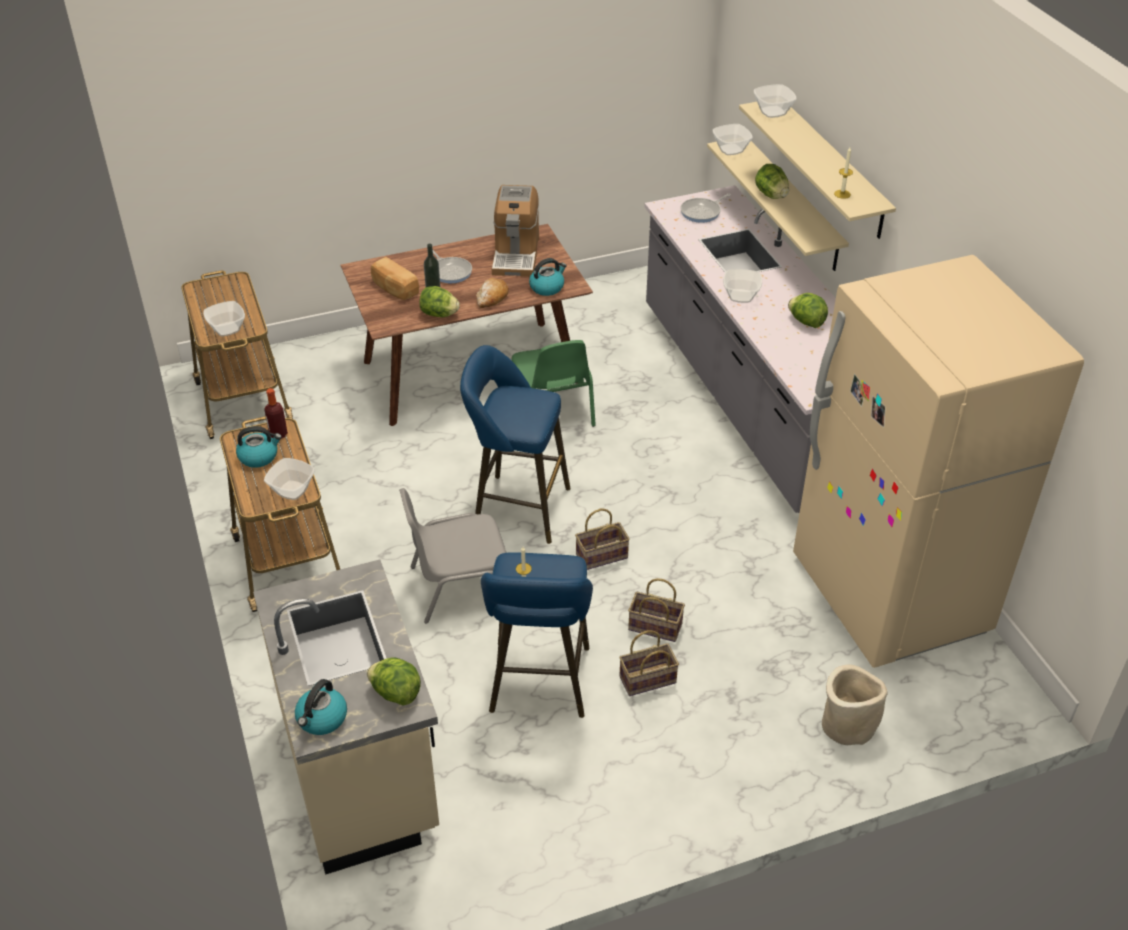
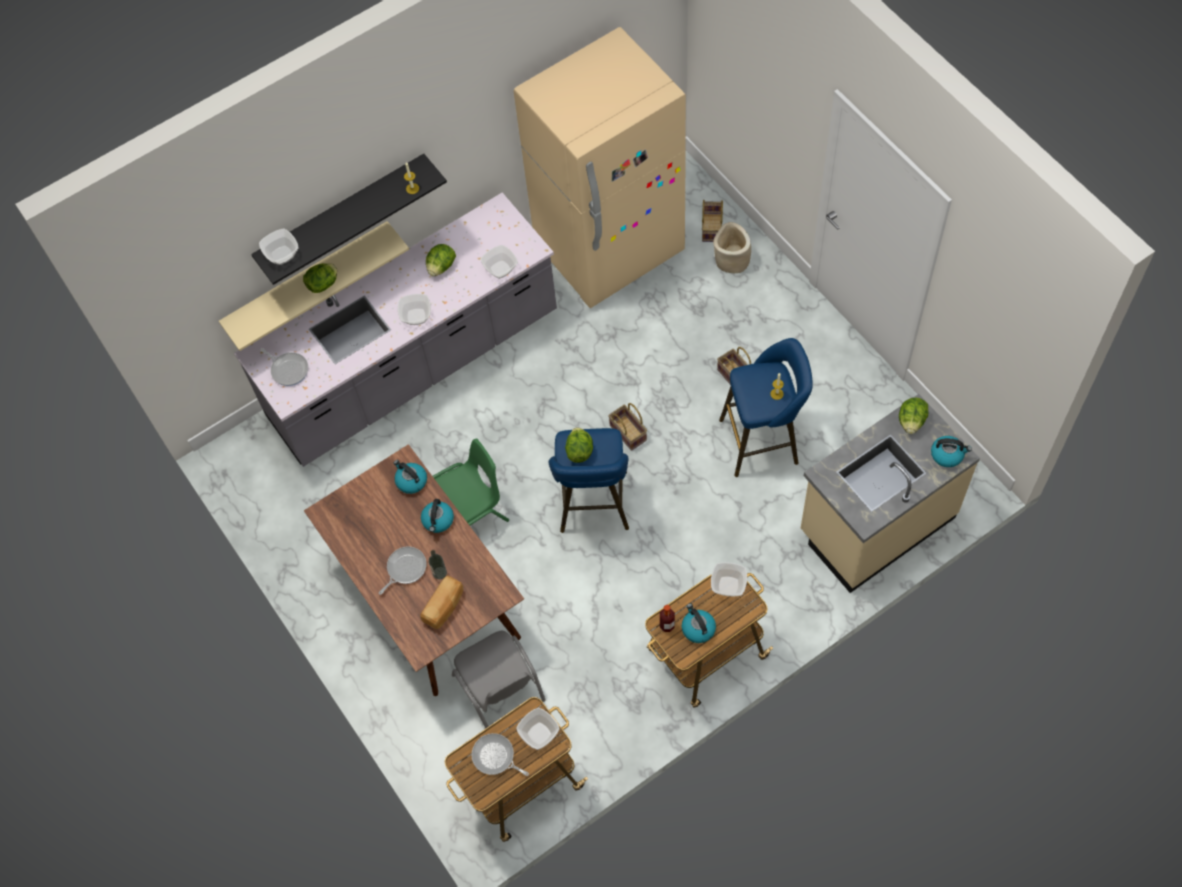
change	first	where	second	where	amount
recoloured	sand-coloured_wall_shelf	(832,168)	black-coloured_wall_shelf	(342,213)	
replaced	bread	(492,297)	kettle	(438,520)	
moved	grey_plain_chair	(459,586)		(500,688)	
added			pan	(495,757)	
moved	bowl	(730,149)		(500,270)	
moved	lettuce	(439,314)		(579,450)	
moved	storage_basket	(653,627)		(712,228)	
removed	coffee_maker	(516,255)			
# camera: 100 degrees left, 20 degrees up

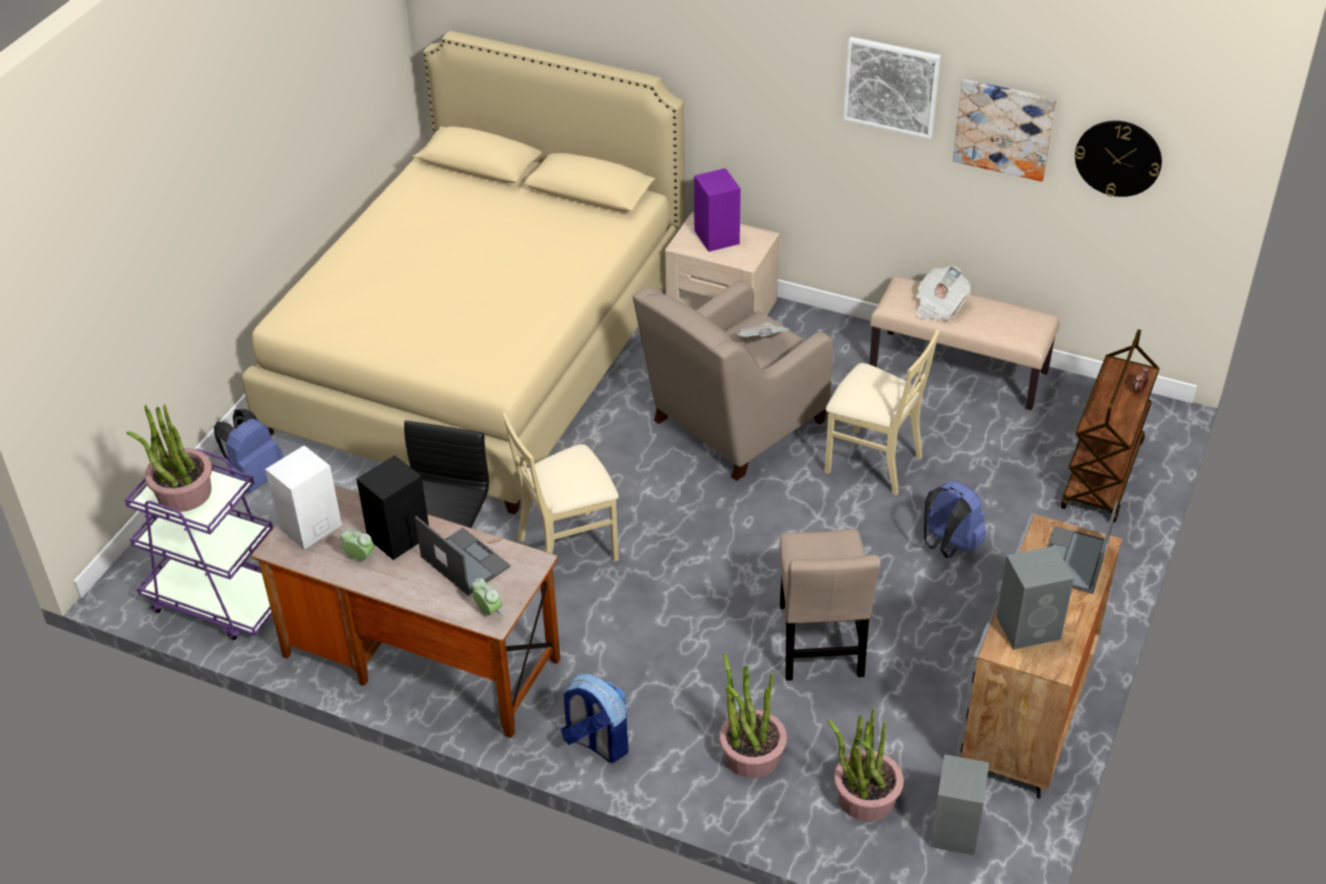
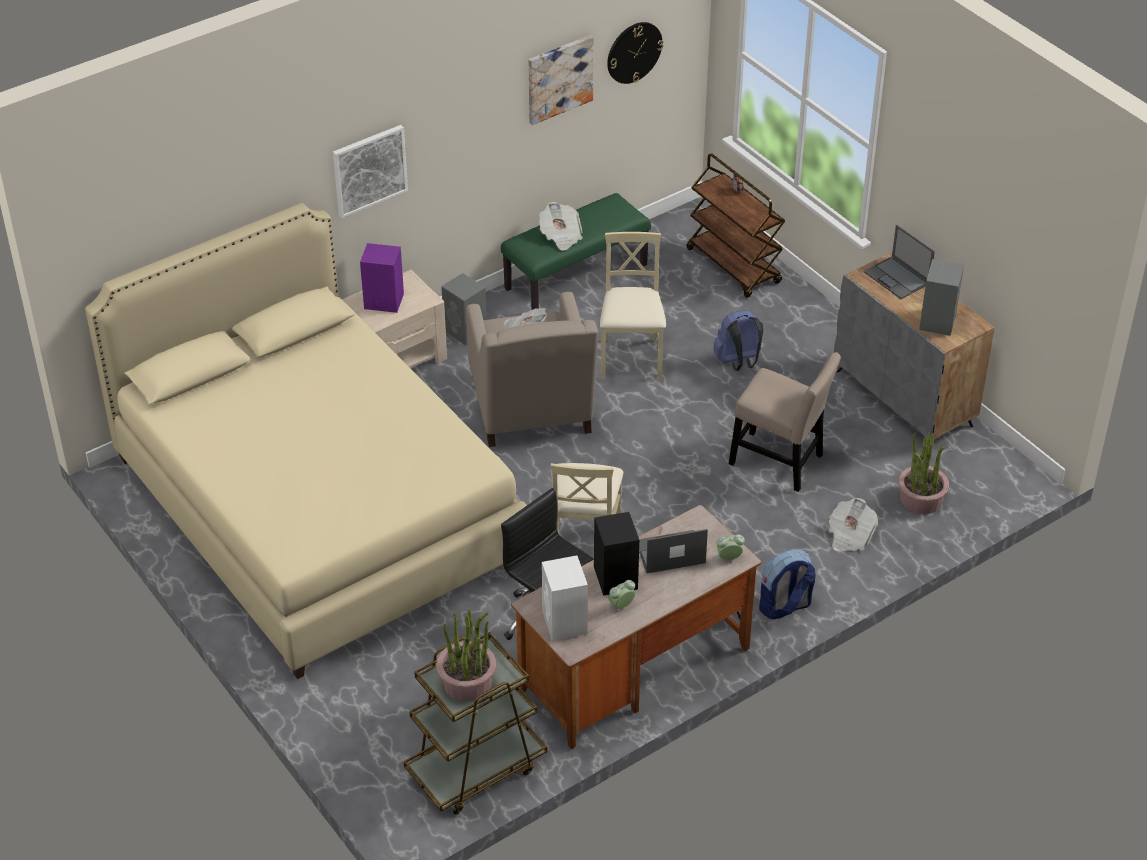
change	first	where	second	where	amount
moved	wall_picture	(891,86)		(369,170)	
recoloured	purplish_trolley	(219,599)	brown-coloured_trolley	(475,768)	
moved	grey_speaker	(954,832)		(466,332)	
recoloured	sand-coloured_bench	(959,369)	green_bench	(576,276)	
turned	sand-coloured_plain_chair	(872,462)		(631,359)	60 degrees counterclockwise
replaced	plant_in_a_pot	(751,755)	newspaper	(849,536)	
removed	bluish_rucksack	(254,478)			
# camera: 60 degrees left, 0 degrees up

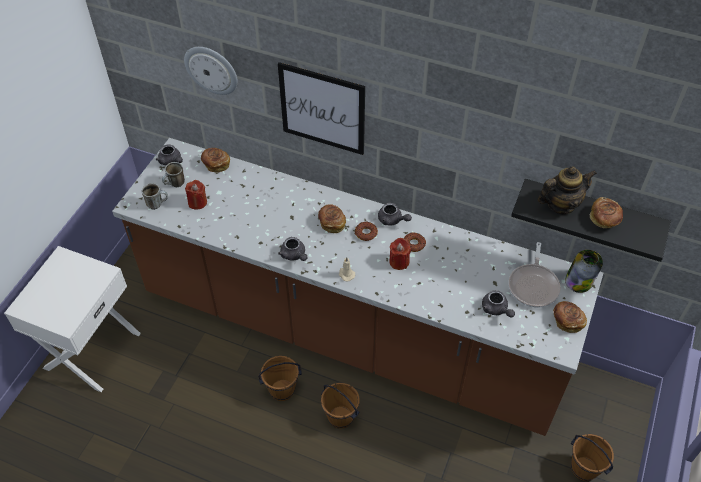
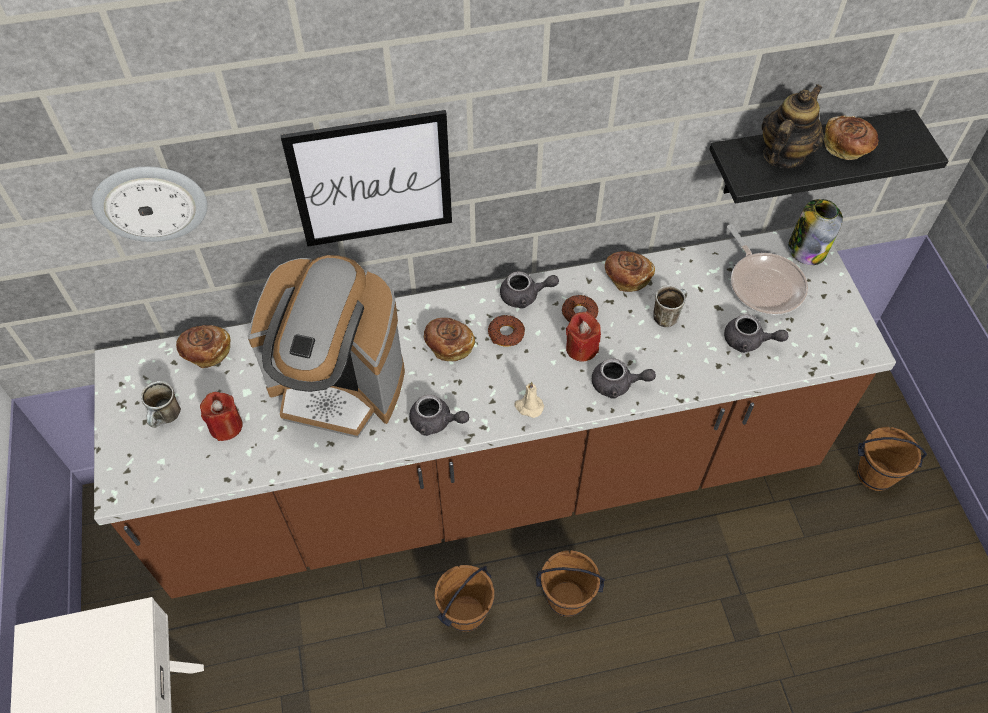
change	first	where	second	where	amount
added			coffee_maker	(338,386)	
moved	grey_pot_for_tea	(171,161)		(617,384)	
moved	bread	(567,321)		(626,277)	
moved	tea_mug	(157,204)		(667,315)	
# camera: 35 degrees left, 5 degrees up

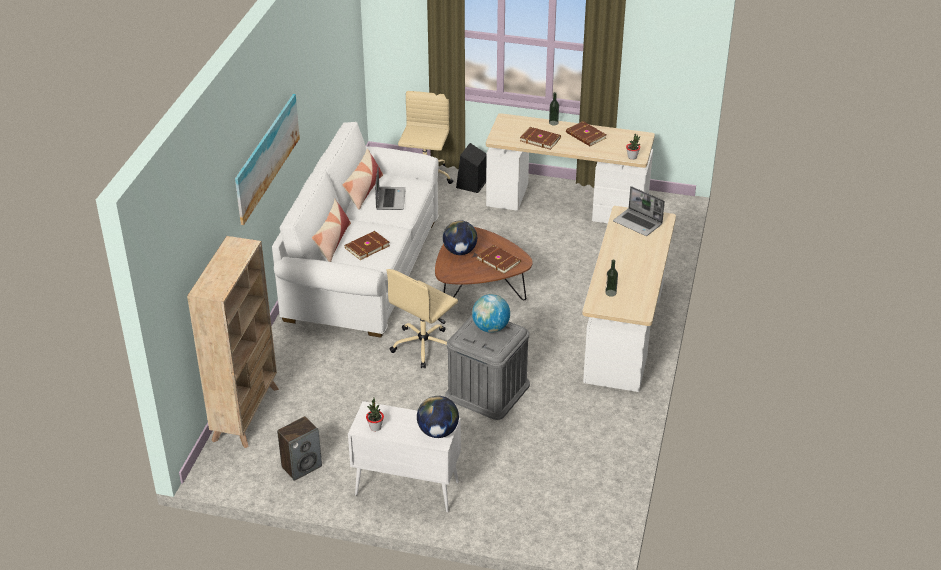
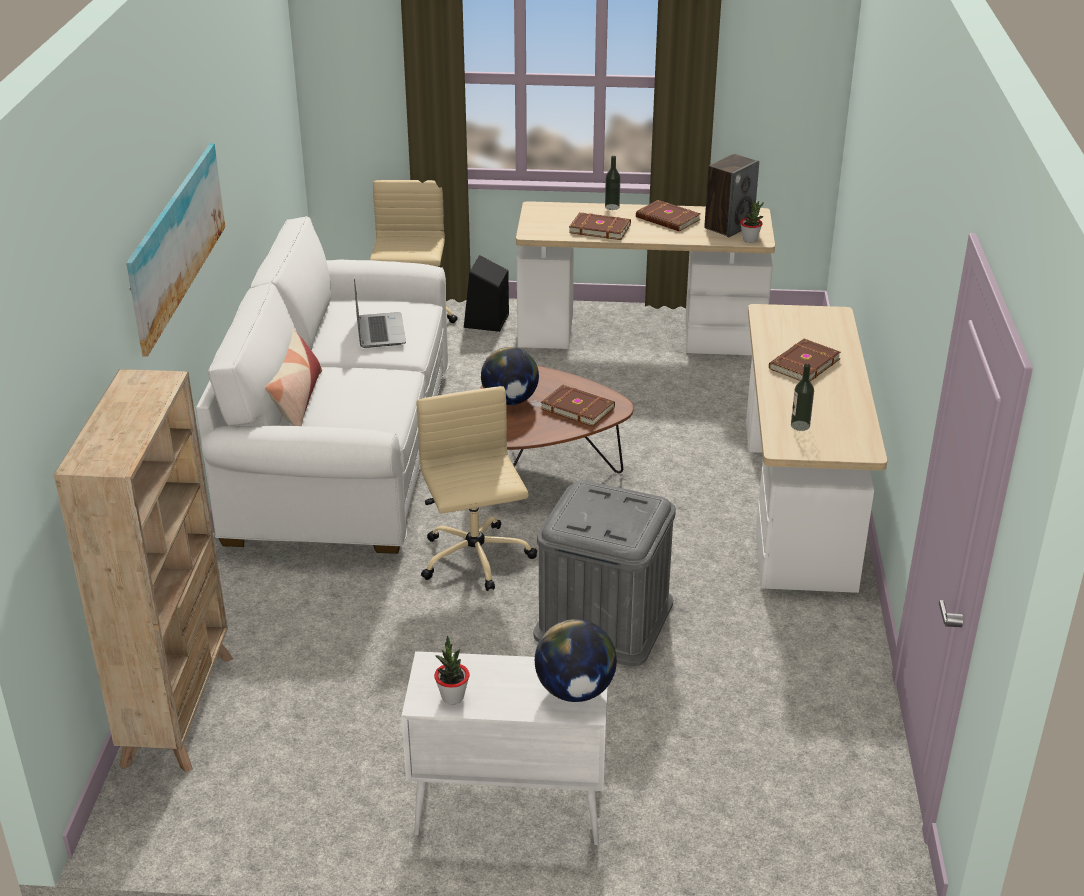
change	first	where	second	where	amount
turned	sand-coloured_office_chair	(424,346)		(475,559)	135 degrees clockwise
moved	speaker	(301,466)		(729,226)	
moved	brown-coloured_bound_book	(366,247)		(803,364)	
removed	pillow	(363,191)			
removed	desk_globe	(490,328)			
removed	notebook_computer	(638,223)			
# camera: 10 degrees left, 5 degrees down

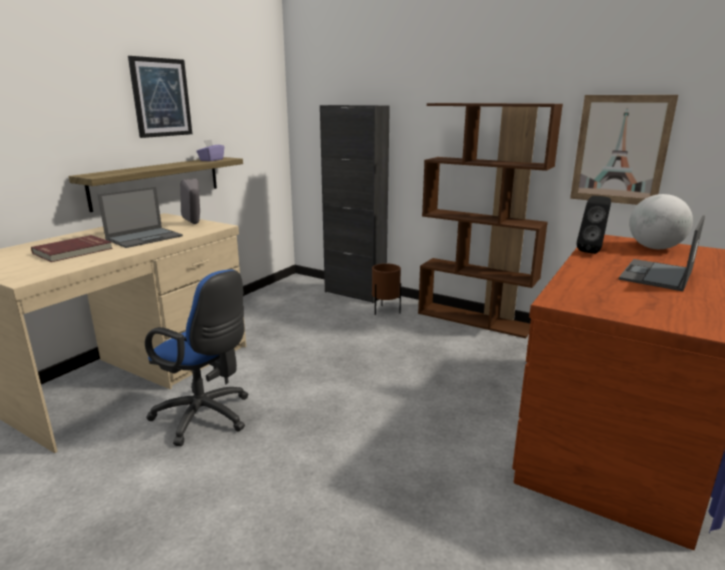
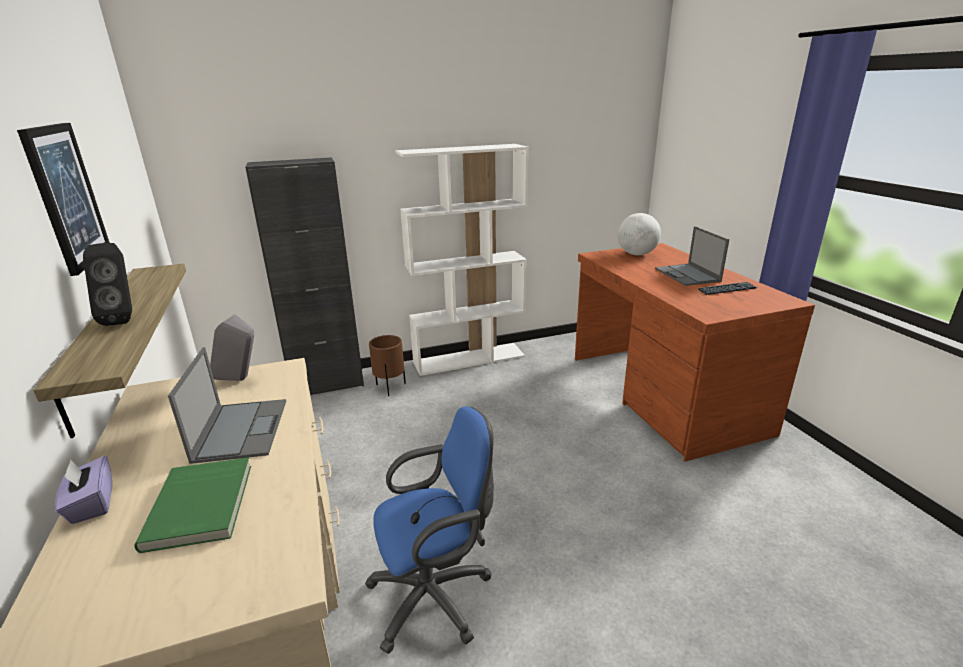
change	first	where	second	where	amount
moved	purplish_tissue_box	(211,160)		(91,504)	
moved	black-coloured_speaker	(591,251)		(124,319)	
recoloured	red_bound_book	(73,251)	green_bound_book	(202,505)	
recoloured	brown-coloured_shelving_unit	(475,319)	white-coloured_shelving_unit	(469,359)	
added			keyboard	(727,289)	
removed	wall_picture	(620,150)			
# camera: 50 degrees left, 5 degrees up

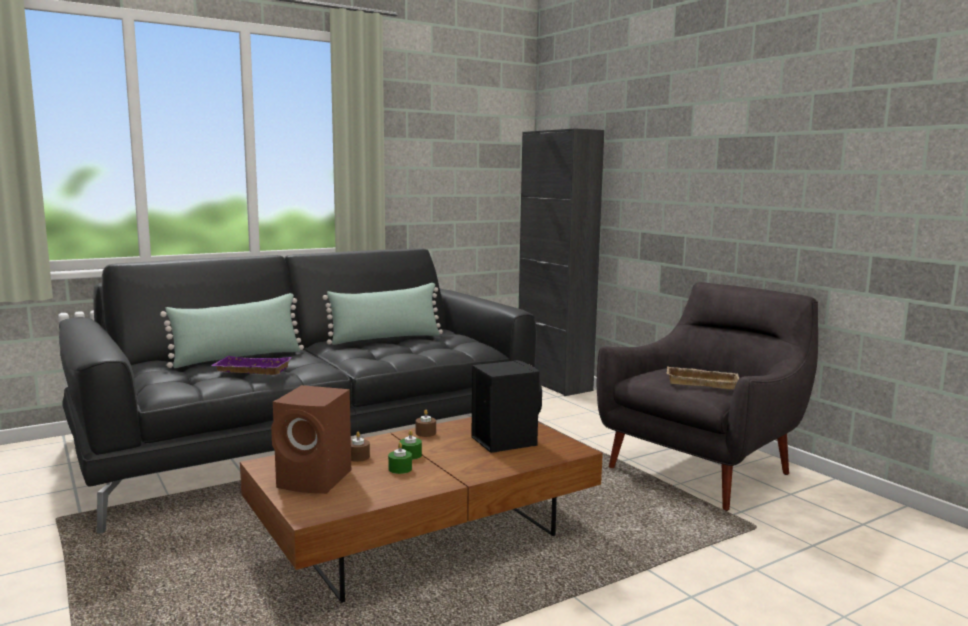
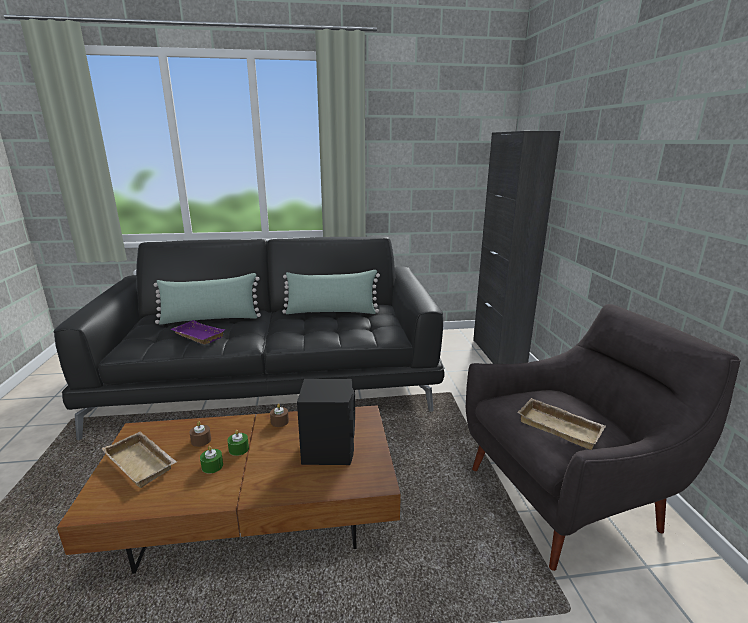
change	first	where	second	where	amount
replaced	brown-coloured_speaker	(316,480)	sand-coloured_carrying_tray	(143,462)	
# camera: 25 degrees right, 10 degrees up

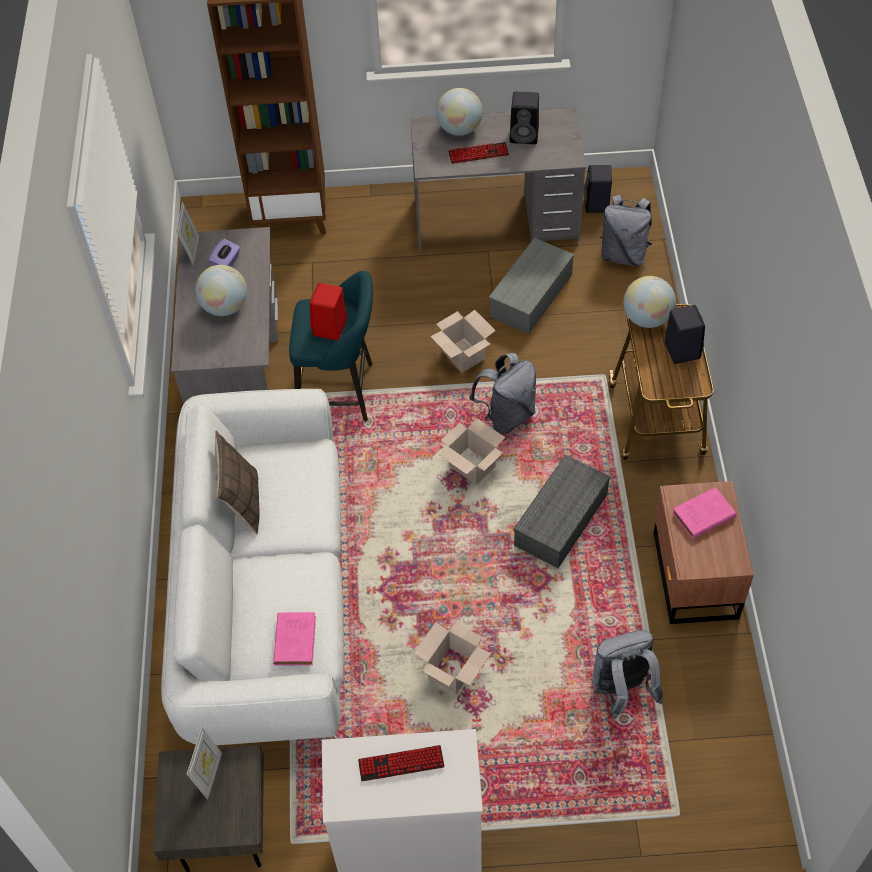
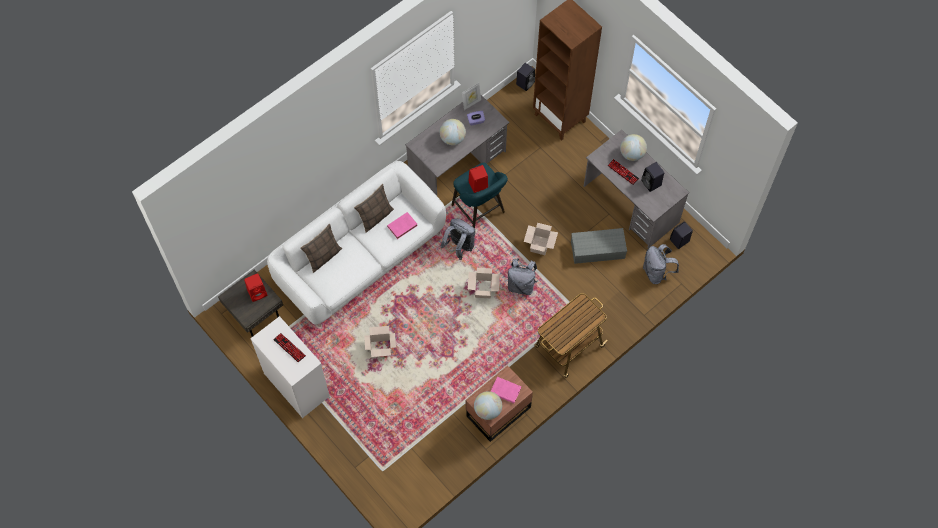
change	first	where	second	where	amount
replaced	picture_frame	(209,775)	red_speaker	(258,292)	
added			pillow	(323,256)	
moved	pink-coloured_bound_book	(295,639)		(403,226)	
moved	grey_rucksack	(622,691)		(459,247)	
moved	desk_globe	(647,318)		(488,410)	
moved	black-coloured_speaker	(681,349)		(525,82)	
removed	grey_storage_box	(561,522)			
# camera: 50 degrees right, 10 degrees up

